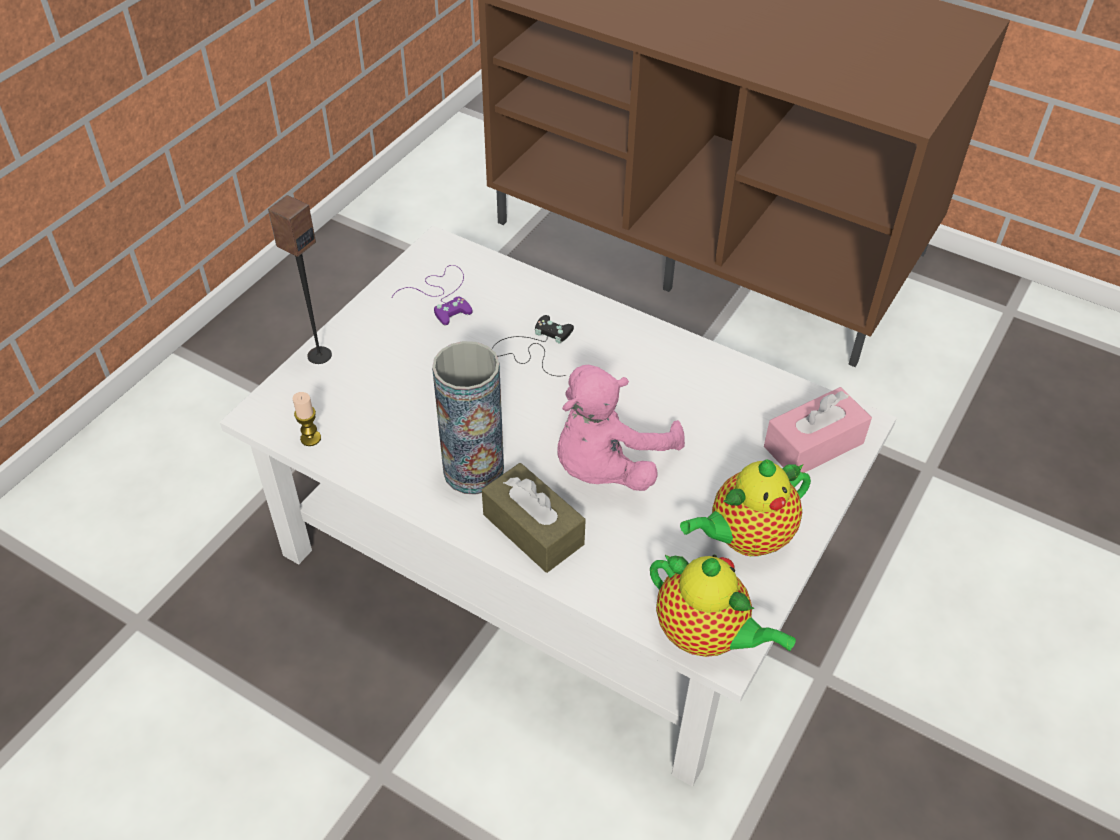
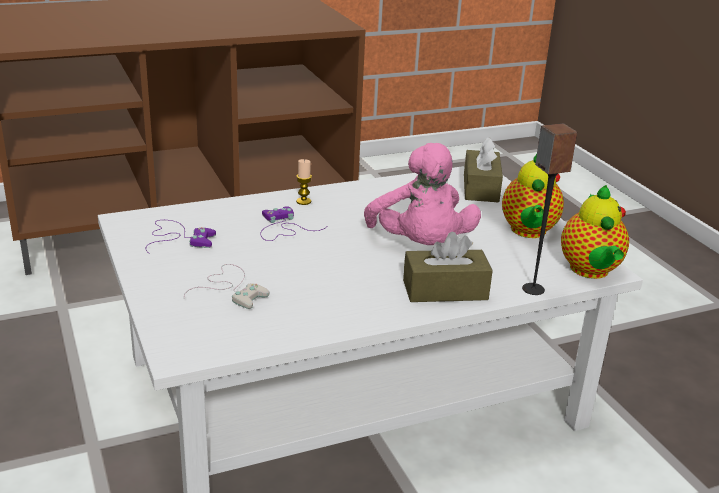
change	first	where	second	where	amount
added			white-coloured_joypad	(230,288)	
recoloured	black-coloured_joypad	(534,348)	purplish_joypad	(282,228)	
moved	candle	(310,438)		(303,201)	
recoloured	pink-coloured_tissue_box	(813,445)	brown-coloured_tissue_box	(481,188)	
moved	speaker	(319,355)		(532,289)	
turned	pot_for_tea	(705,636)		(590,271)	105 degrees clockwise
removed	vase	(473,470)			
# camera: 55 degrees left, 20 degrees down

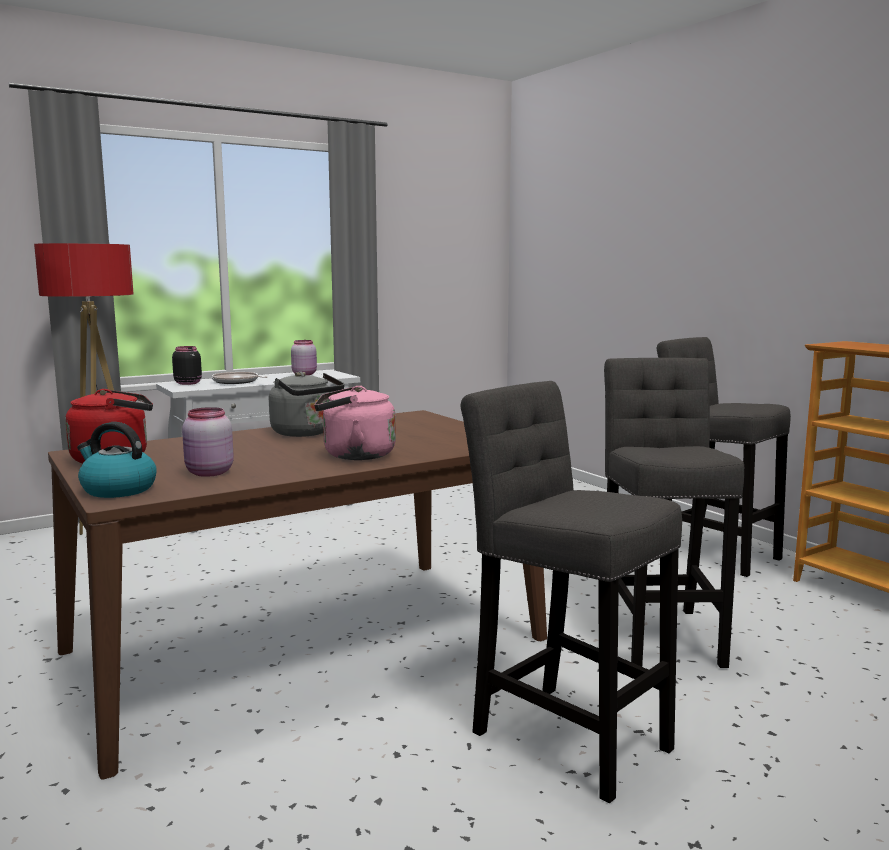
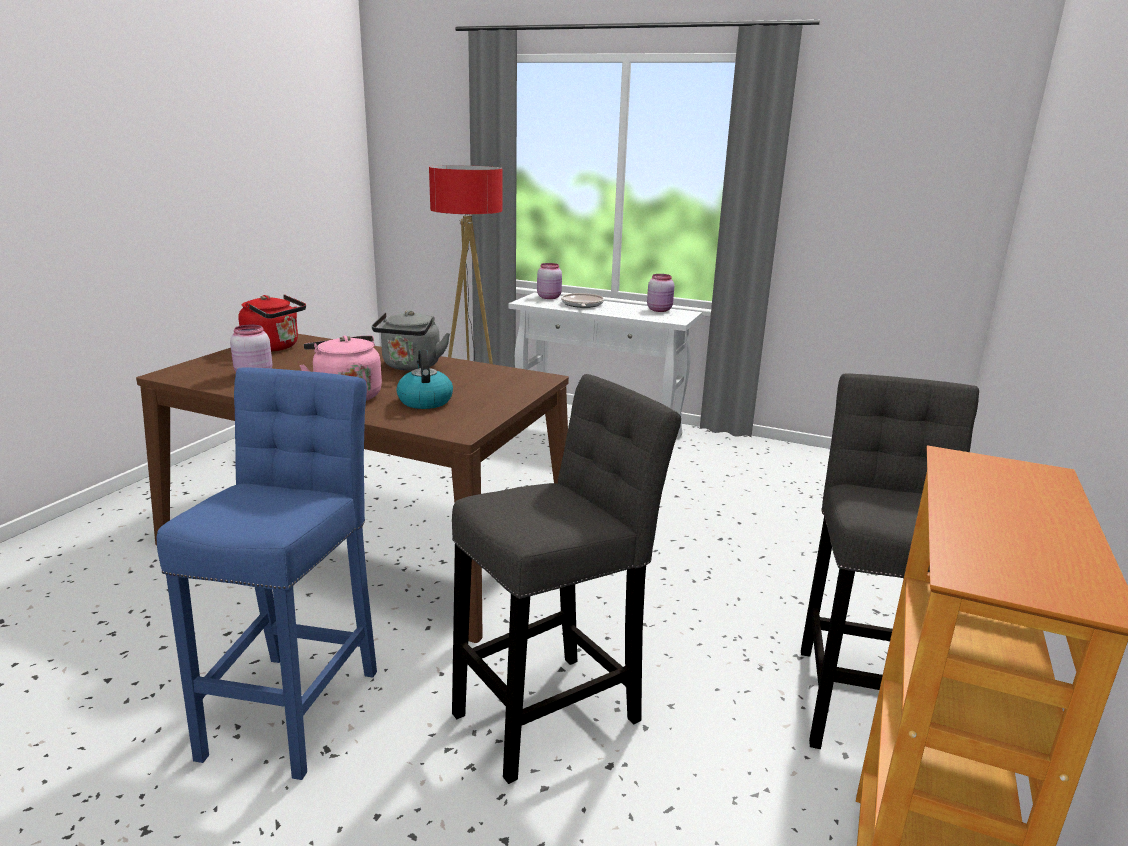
change	first	where	second	where	amount
recoloured	grey_stool	(563,734)	bluish_stool	(296,705)	
moved	kettle	(117,489)		(425,401)	
recoloured	black-coloured_jar	(188,383)	pink-coloured_jar	(549,297)	
# camera: 55 degrees right, 10 degrees up

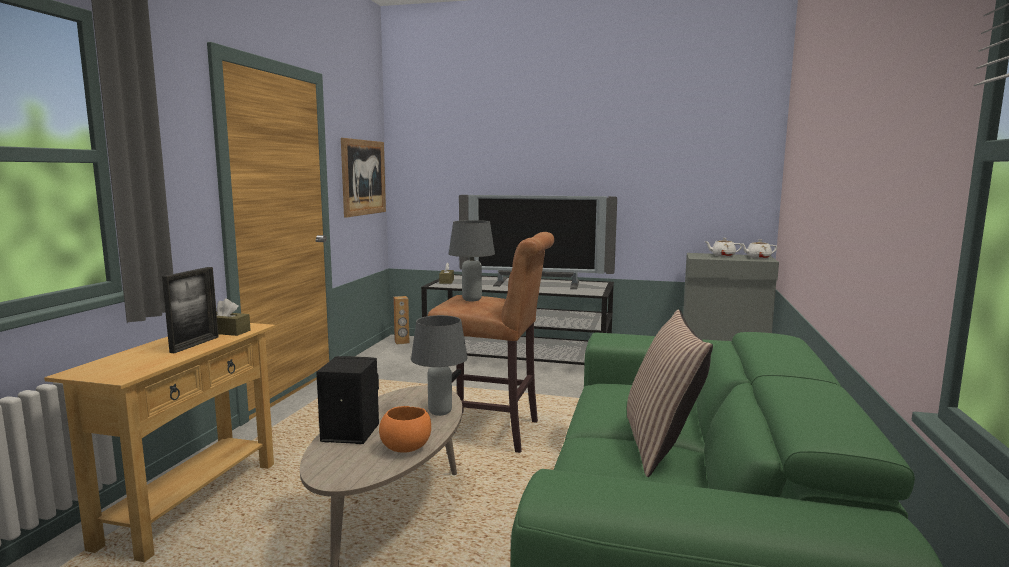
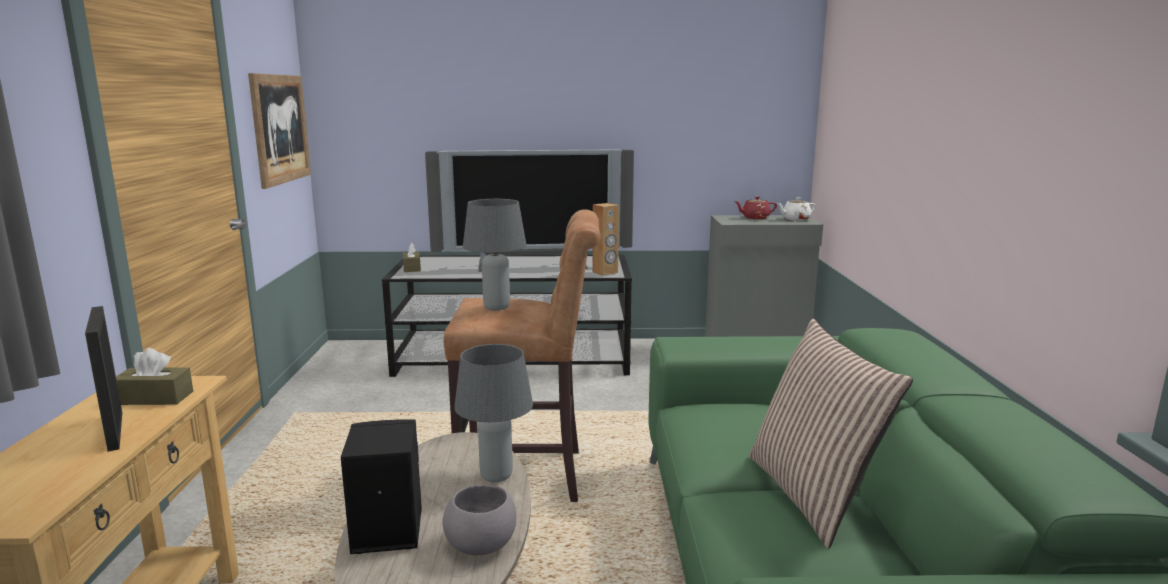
change	first	where	second	where	amount
turned	picture_frame	(195,344)		(115,431)	150 degrees clockwise
recoloured	orangey_bowl	(407,448)	grey_bowl	(482,544)	
moved	brown-coloured_speaker	(402,342)		(605,272)	
recoloured	white-coloured_pot_for_tea	(722,255)	red_pot_for_tea	(755,218)	
# camera: 15 degrees left, 5 degrees up

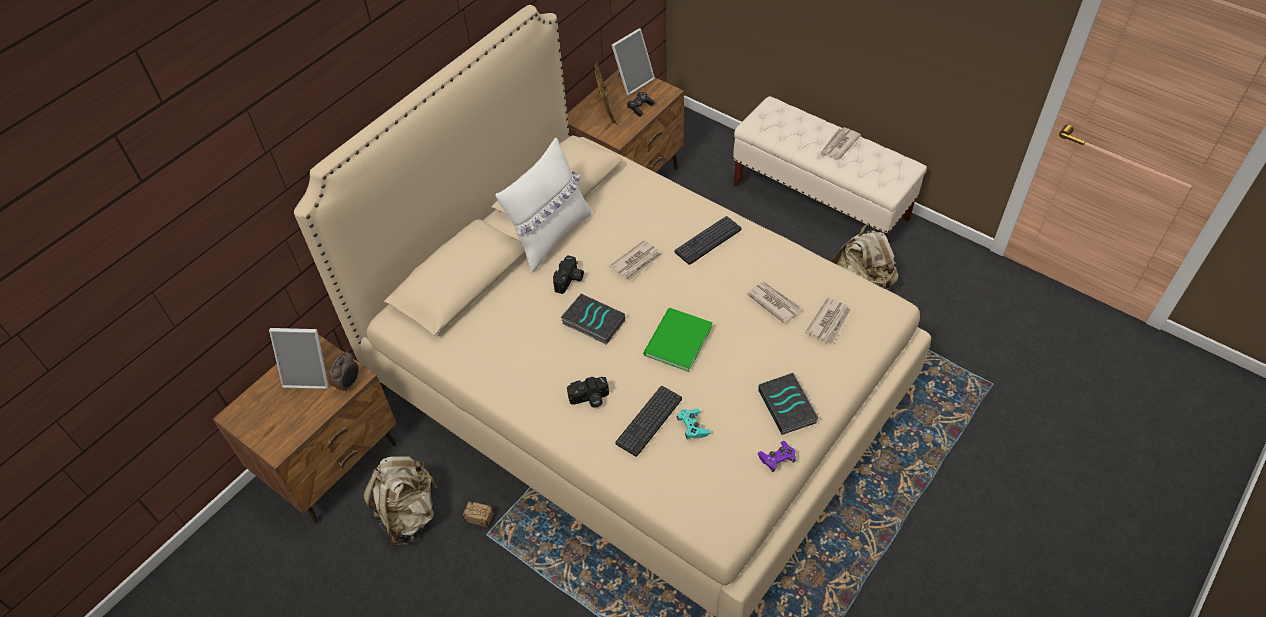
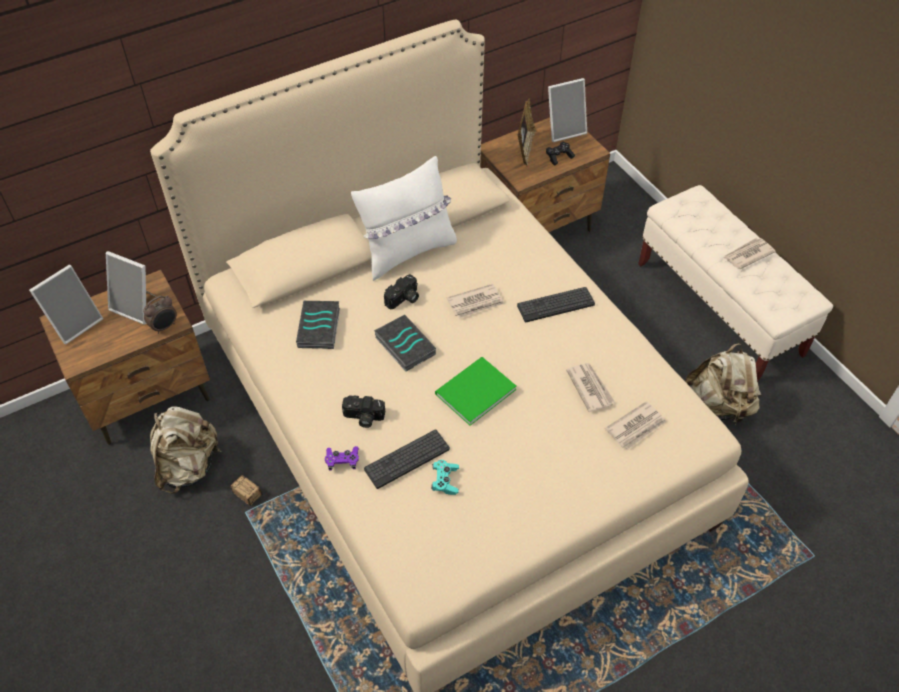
change	first	where	second	where	amount
added			picture_frame	(75,323)	
moved	bound_book	(788,407)		(320,328)	
moved	purplish_joypad	(777,459)		(342,461)	
# camera: 20 degrees right, 0 degrees up

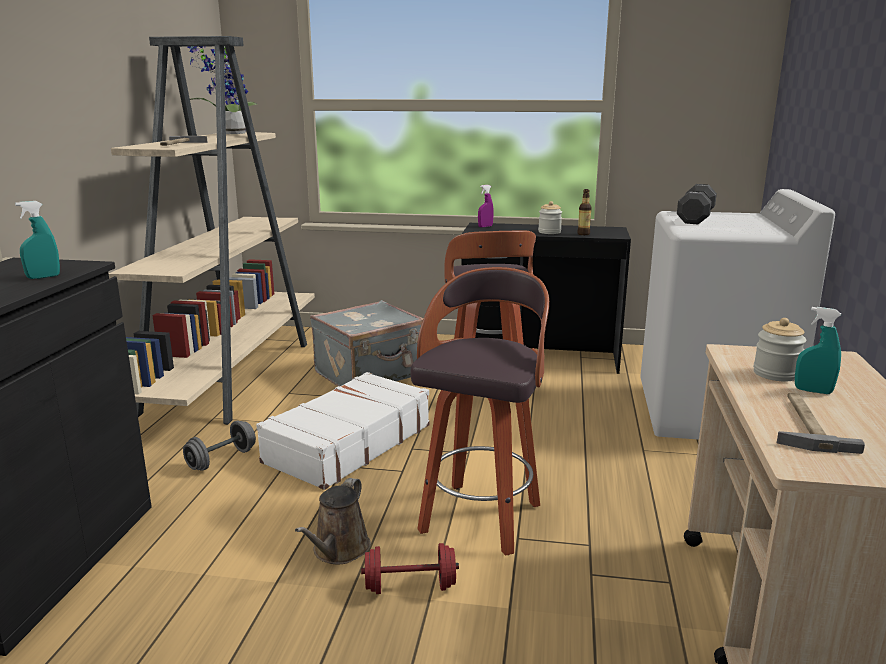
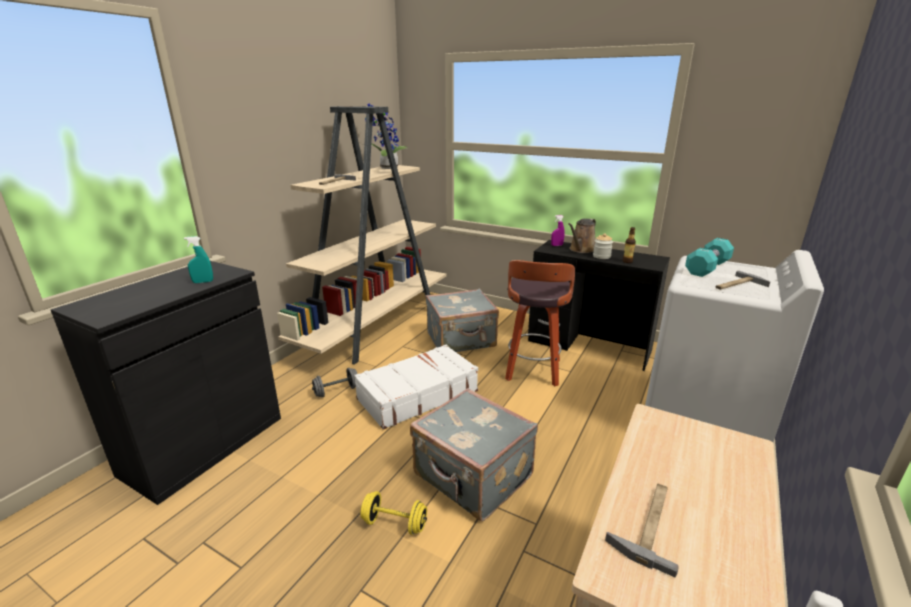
change	first	where	second	where	amount
recoloured	red_dumbbell	(410,587)	yellow_dumbbell	(394,523)	
replaced	stool	(481,516)	grey_travel_case	(472,477)	
moved	brown-coloured_watering_can	(339,551)		(581,250)	
recoloured	black-coloured_dumbbell	(695,218)	turquoise-coloured_dumbbell	(707,268)	
added			tool_hammer	(737,285)	
removed	jar	(775,374)			
removed	turquoise-coloured_hand_sprayer	(813,391)			
# camera: 20 degrees right, 5 degrees up

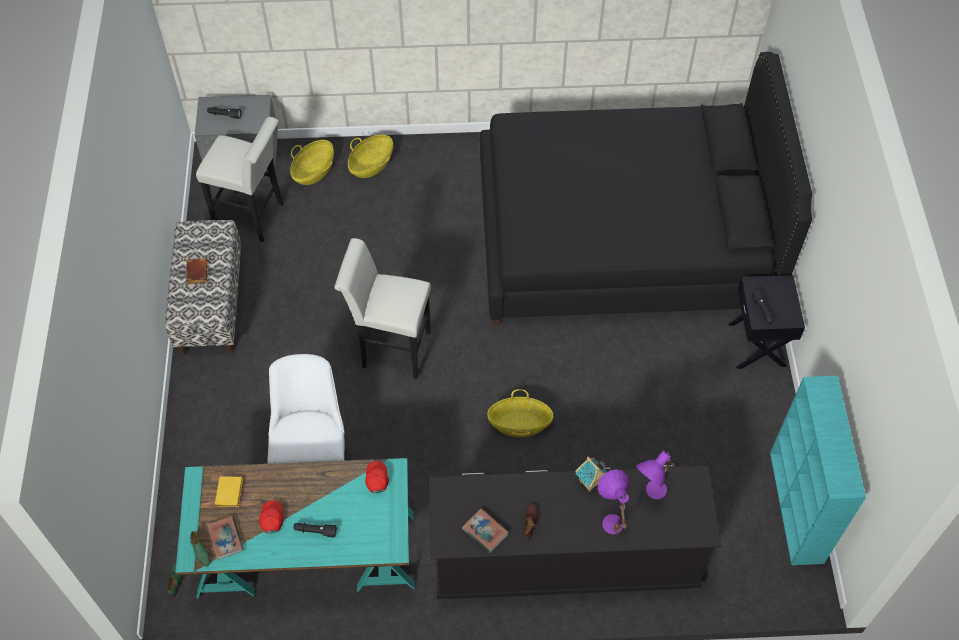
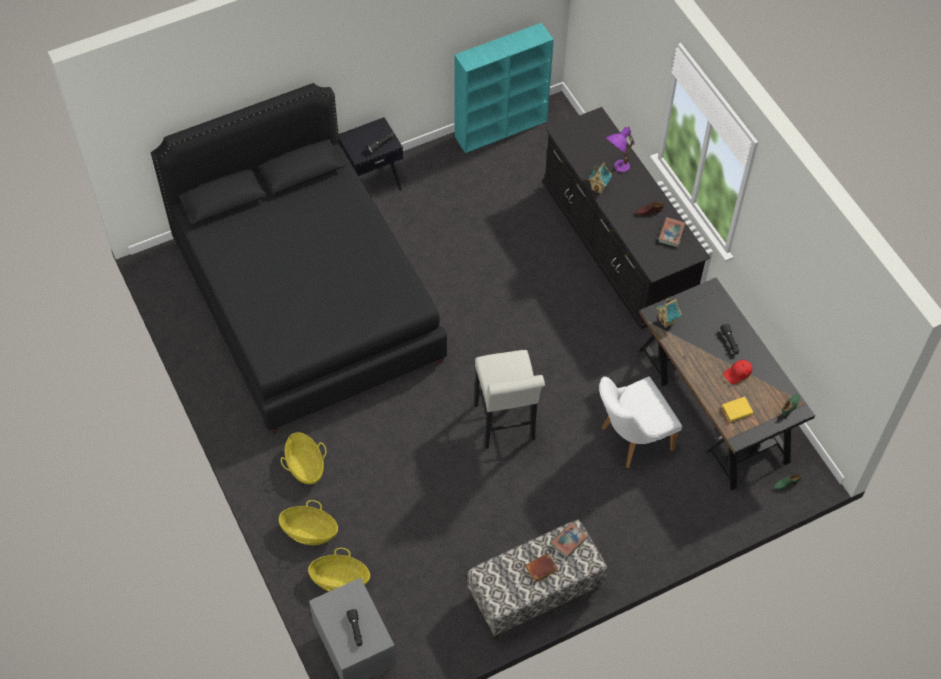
change	first	where	second	where	amount
moved	storage_basket	(519,423)		(305,465)	
moved	bound_book	(225,539)		(568,541)	
recoloured	turquoise-coloured_desk_table	(306,555)	black-coloured_desk_table	(713,405)	
replaced	red_cap	(376,478)	toy_house	(667,321)	
removed	white-coloured_stool	(254,217)			
removed	purplish_tabletop_lamp	(650,494)			
# camera: 115 degrees left, 0 degrees up

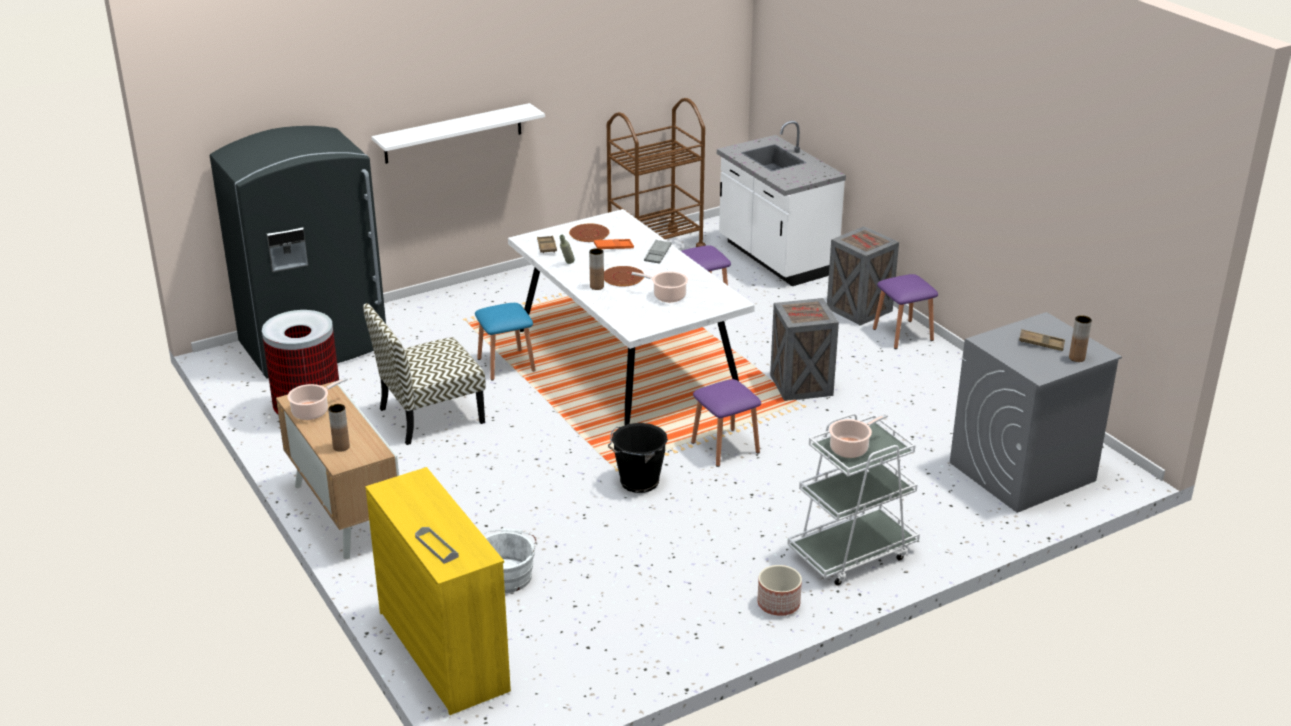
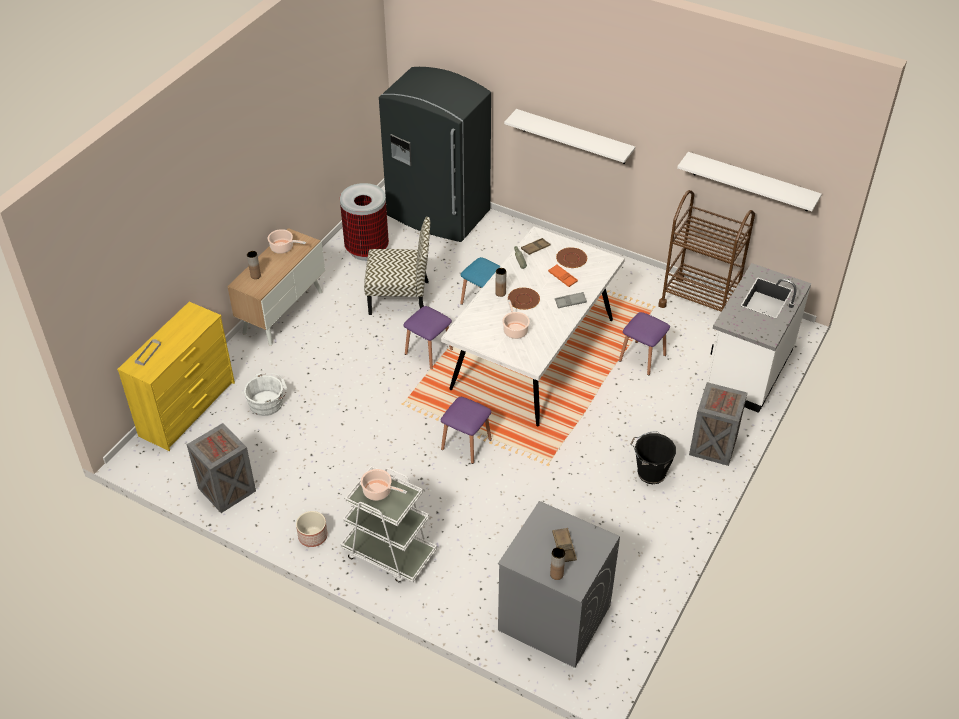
change	first	where	second	where	amount
moved	crate	(802,385)		(226,490)	
turned	plain_chair	(430,416)		(400,297)	150 degrees clockwise
moved	purplish_stool	(903,334)		(428,351)	
moved	black-coloured_bucket	(638,482)		(650,473)	
added			white-coloured_wall_shelf	(751,182)	
# camera: 60 degrees right, 15 degrees up

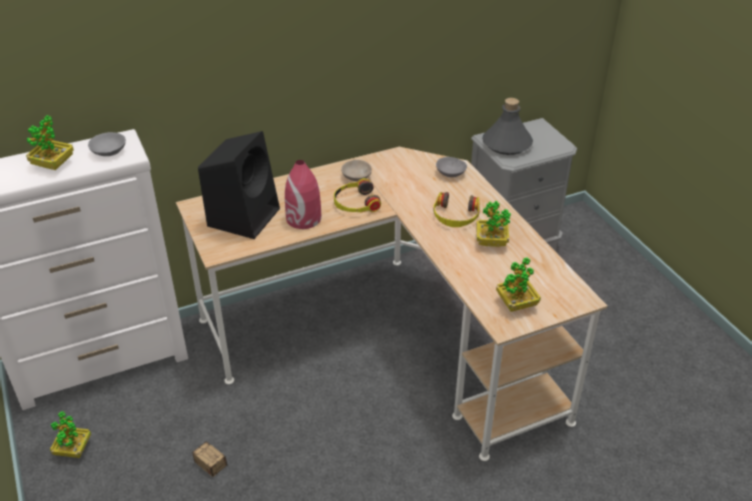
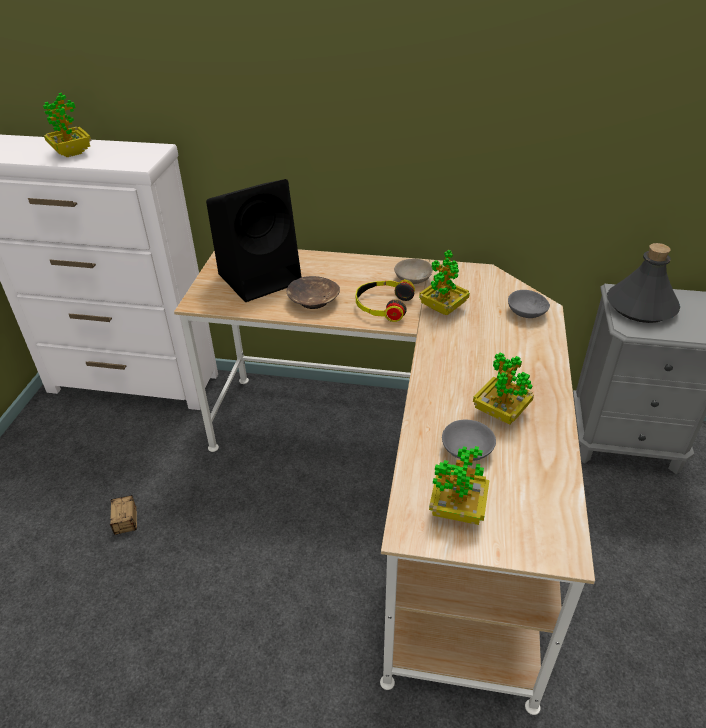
change	first	where	second	where	amount
replaced	red_vase	(304,219)	brown-coloured_bowl	(313,301)	
moved	plant_in_a_pot	(73,449)		(443,308)	
moved	grey_bowl	(109,151)		(468,448)	
removed	headphones	(455,216)			
# camera: 35 degrees right, 0 degrees up

